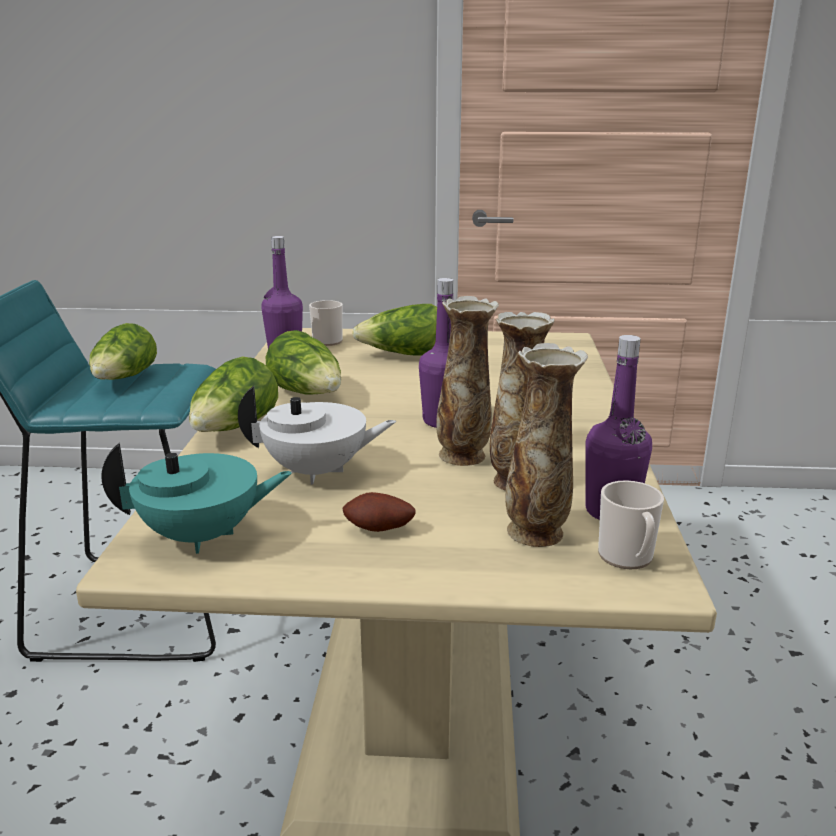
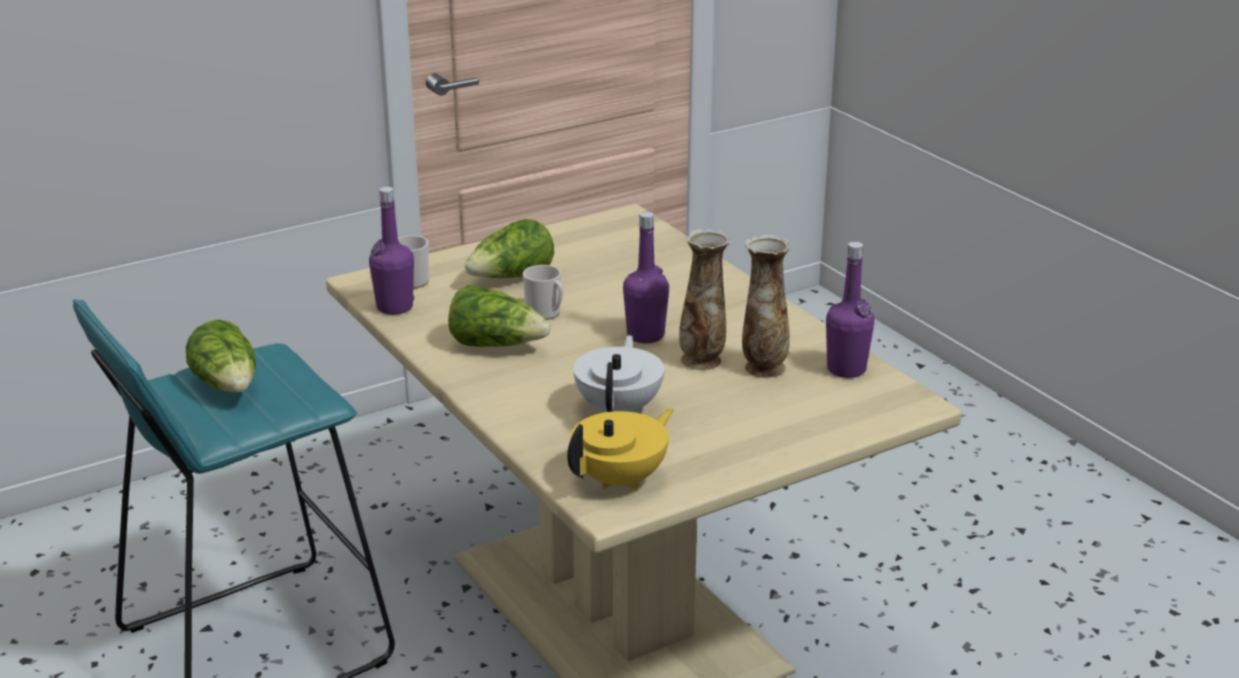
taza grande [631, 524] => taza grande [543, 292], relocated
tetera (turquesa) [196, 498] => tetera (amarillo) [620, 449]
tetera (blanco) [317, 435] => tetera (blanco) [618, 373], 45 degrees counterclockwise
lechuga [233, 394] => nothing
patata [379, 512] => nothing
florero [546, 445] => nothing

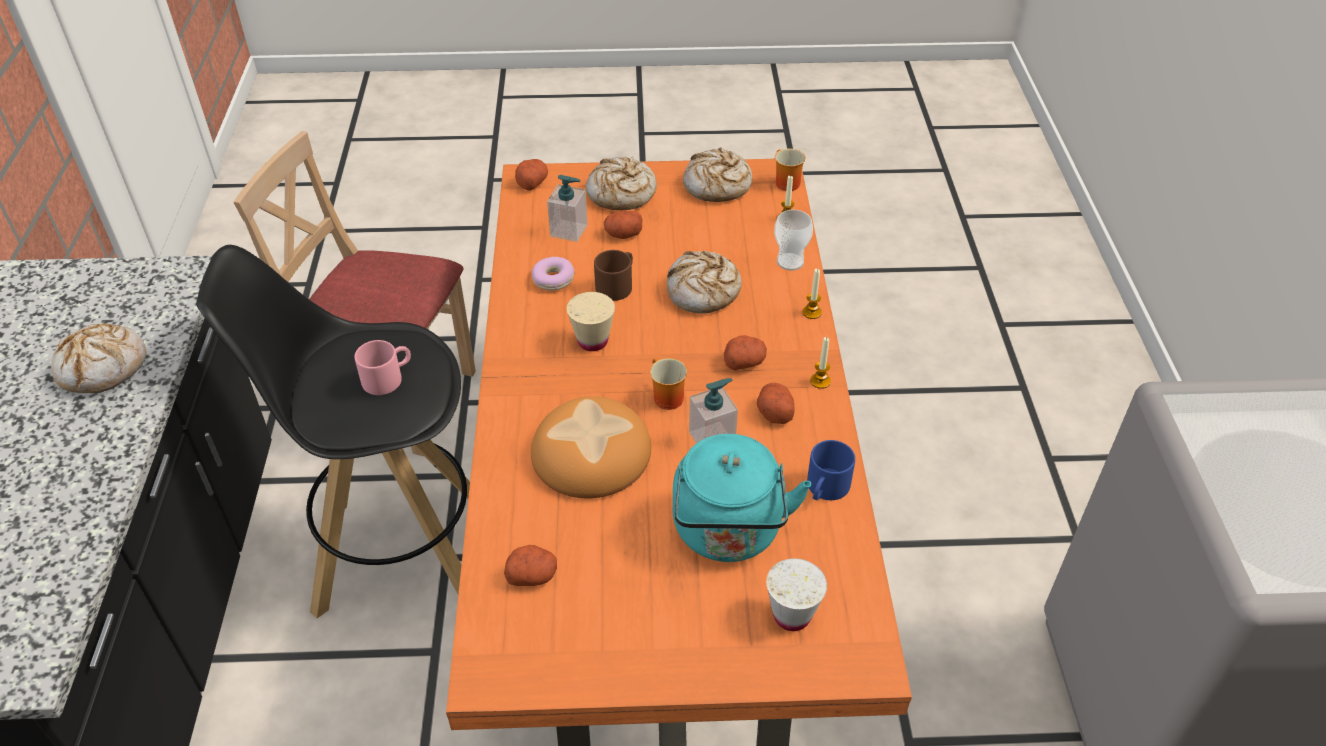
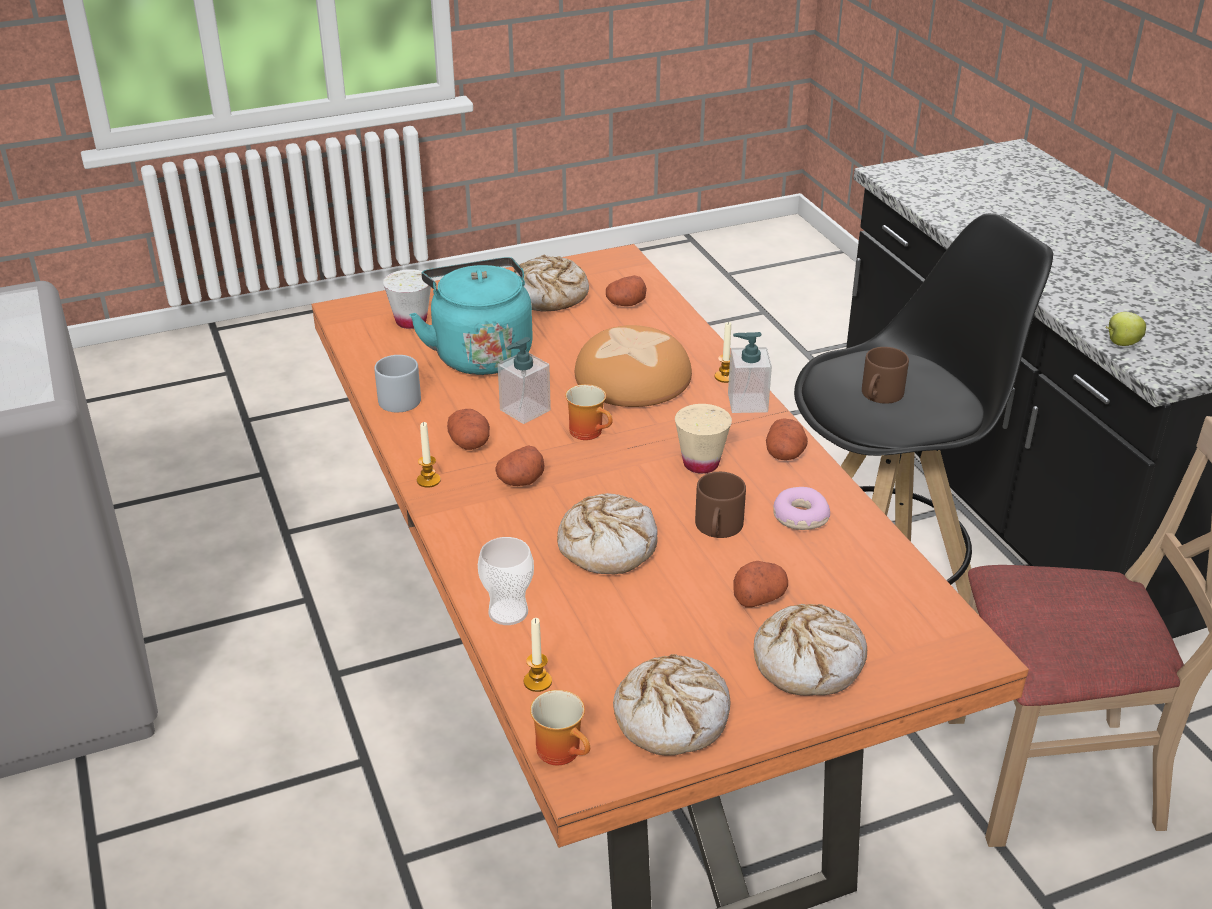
taza grande (azul) [831, 470] => taza grande (gris) [397, 383]
pan [98, 358] => pan [551, 283], relocated
vela [812, 293] => vela [723, 352], relocated
dispensador de jabón [567, 208] => dispensador de jabón [750, 372], relocated
patata [531, 175] => patata [787, 439], relocated
taza grande (rosa) [383, 367] => taza grande (marrón) [885, 375]
nothing => manzana [1125, 329]

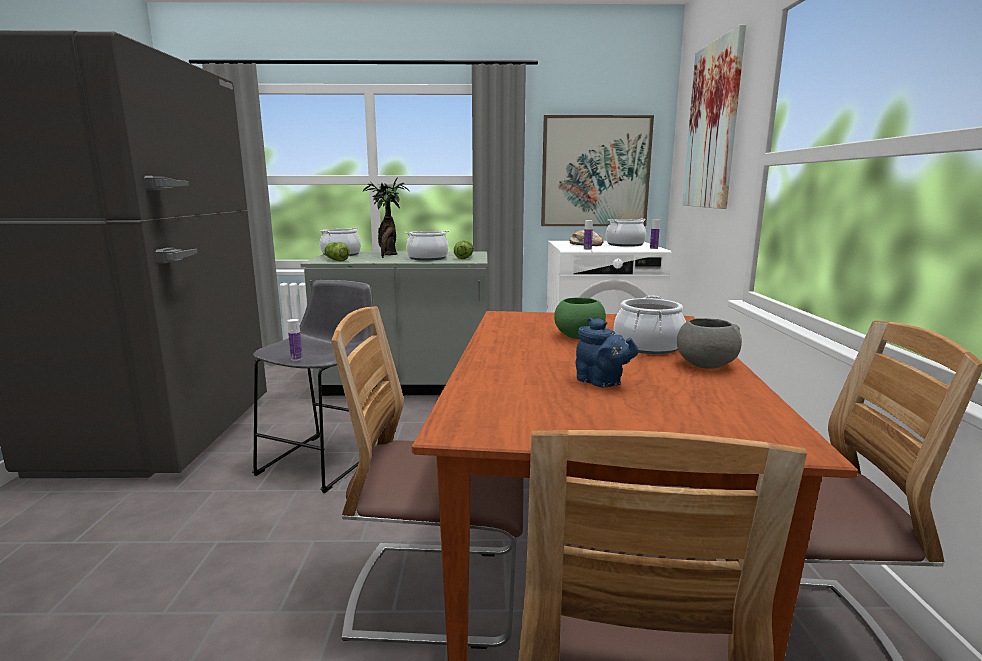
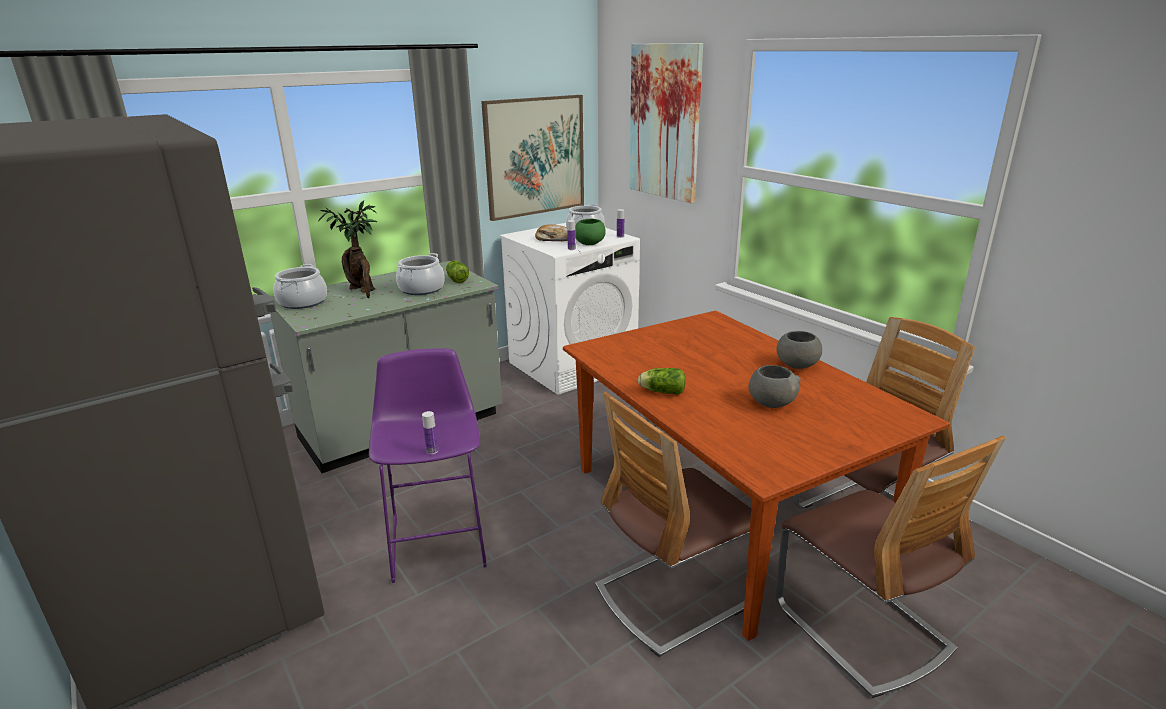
taburete (gris) [315, 386] => taburete (morado) [428, 465]
cuenco (verde) [580, 318] => cuenco (verde) [590, 232], relocated
lechuga [337, 251] => lechuga [662, 381], relocated
tetera (azul) [607, 352] => cuenco (gris) [774, 386]
olla [650, 324] => nothing

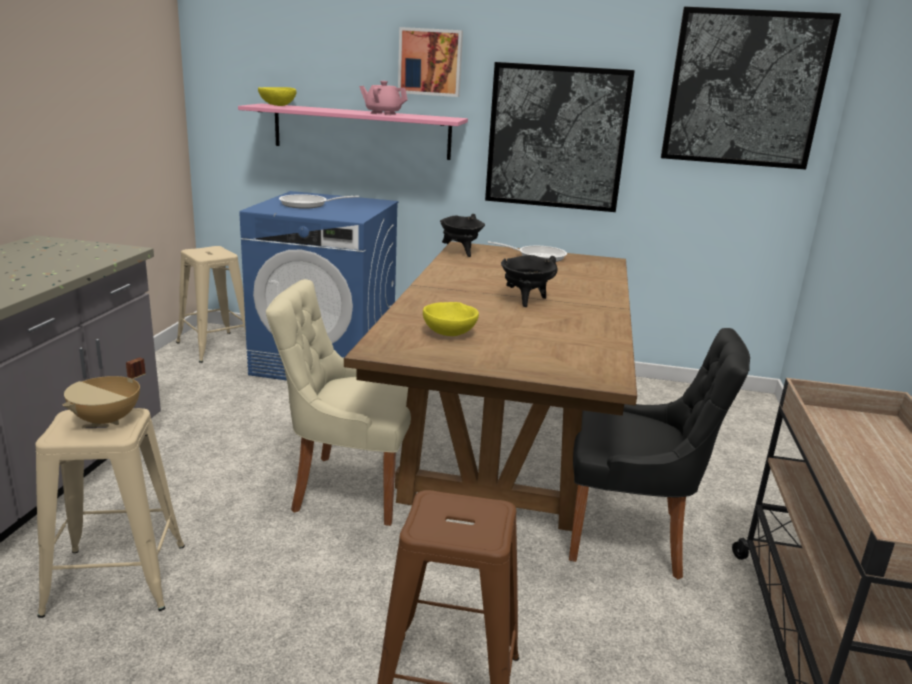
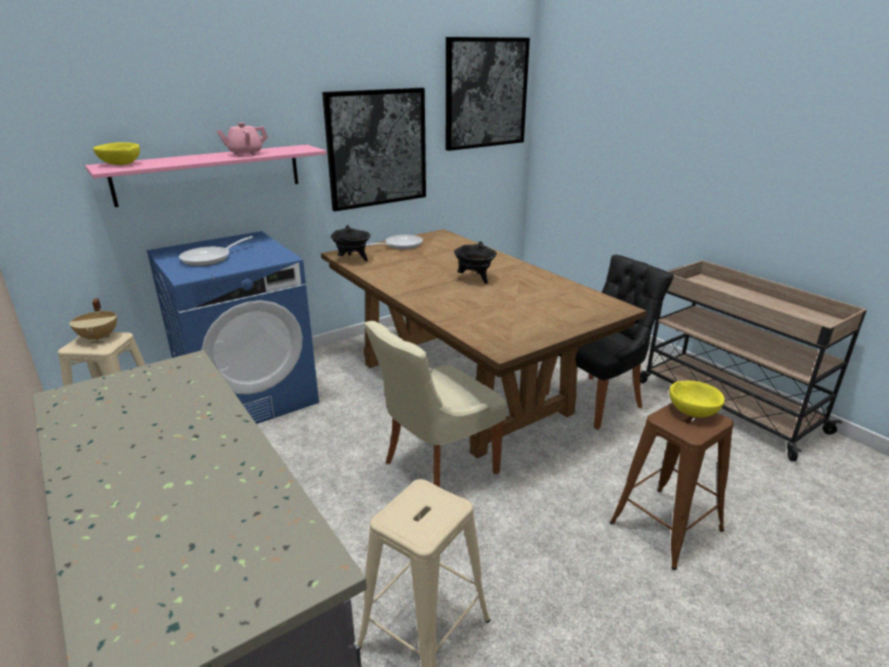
olla (beis) [104, 392] => olla (beis) [93, 320], relocated
cuenco (amarillo) [451, 319] => cuenco (amarillo) [697, 399], relocated
cuadro [430, 62] => nothing

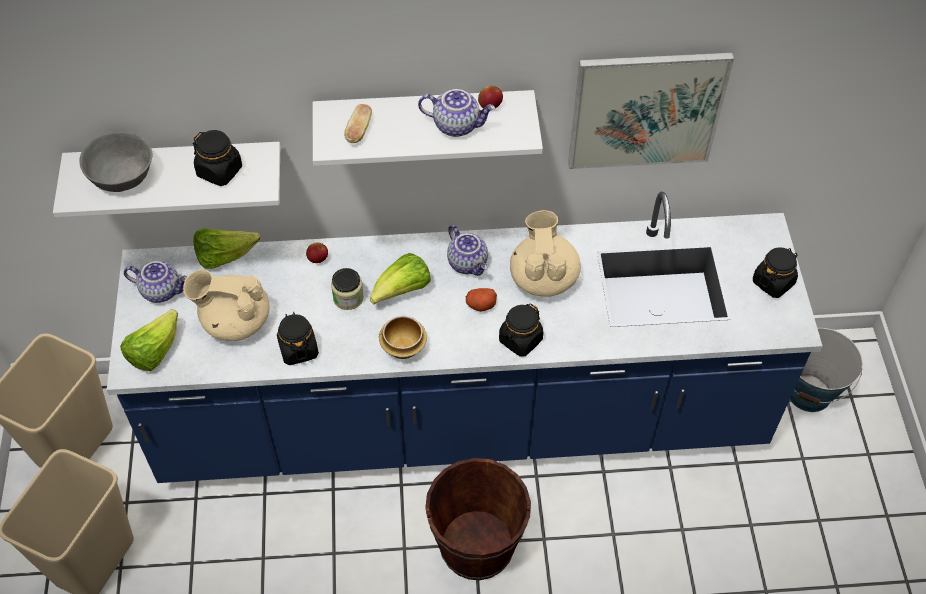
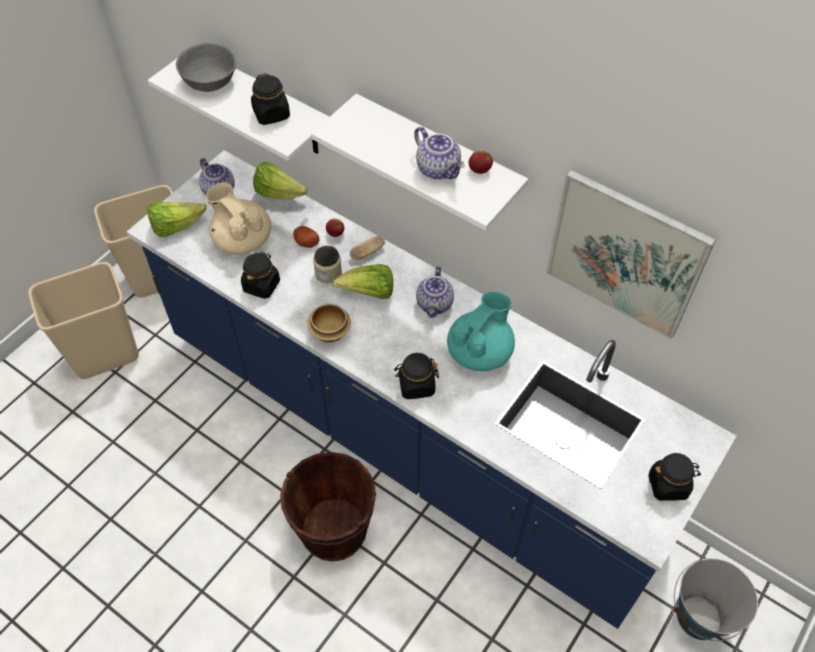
patata [481, 300] => patata [306, 237], relocated
pan [358, 123] => pan [367, 248], relocated
tetera (beis) [545, 253] => tetera (turquesa) [481, 331]

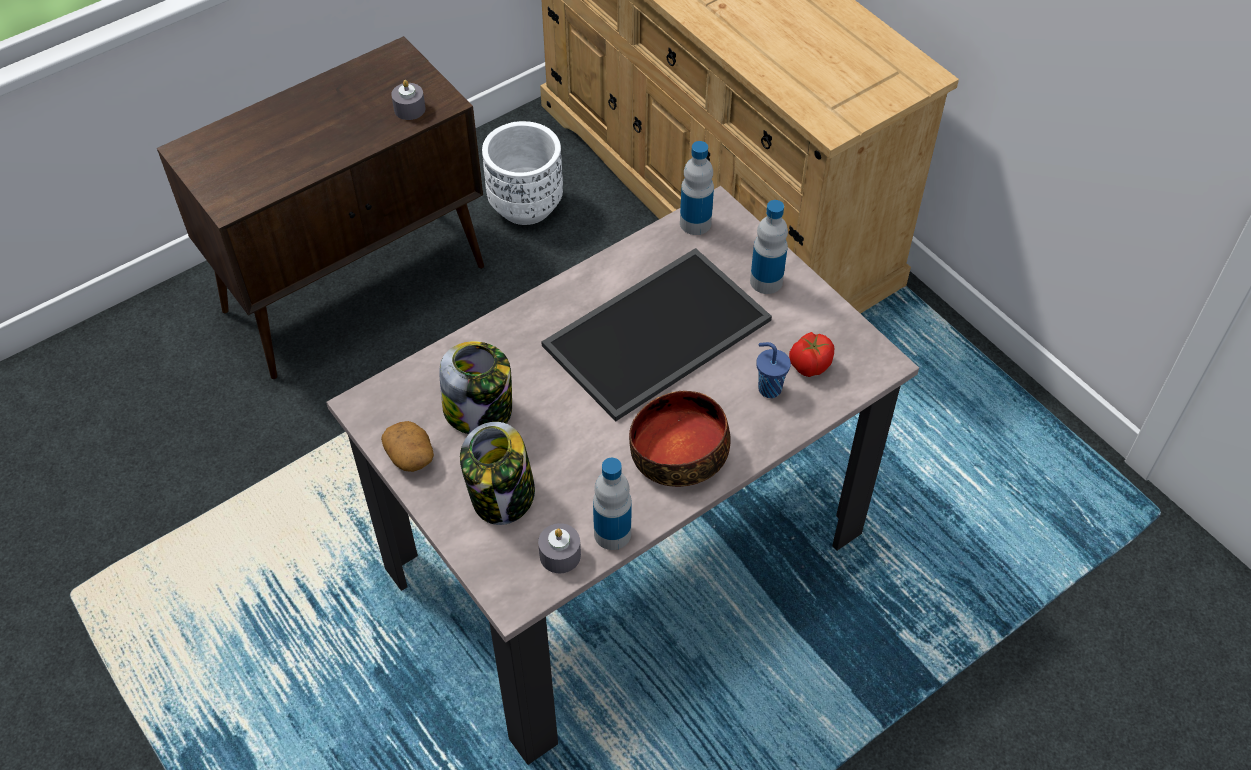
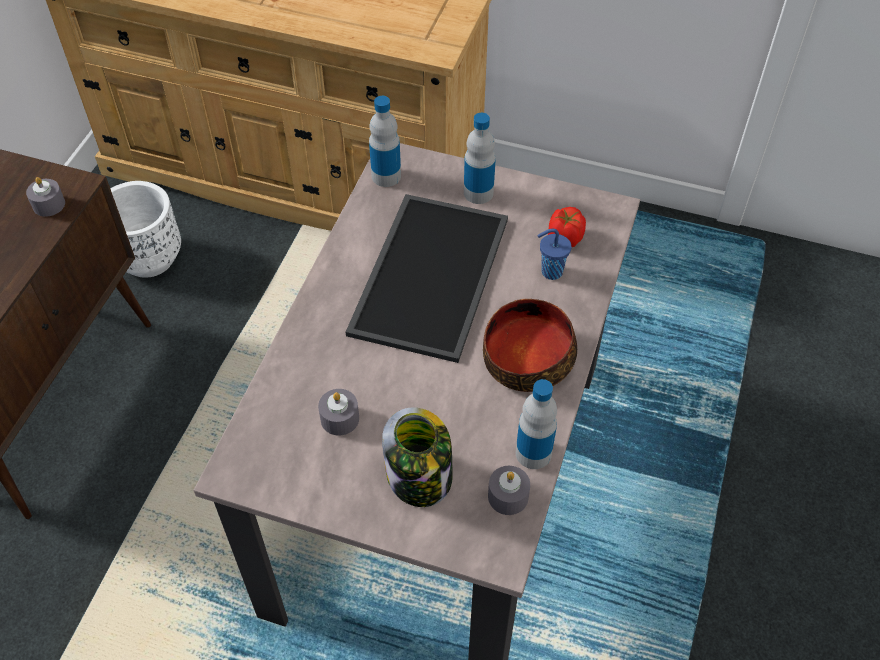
tarro [475, 387] => vela (gris) [338, 412]
patata [407, 446] => nothing

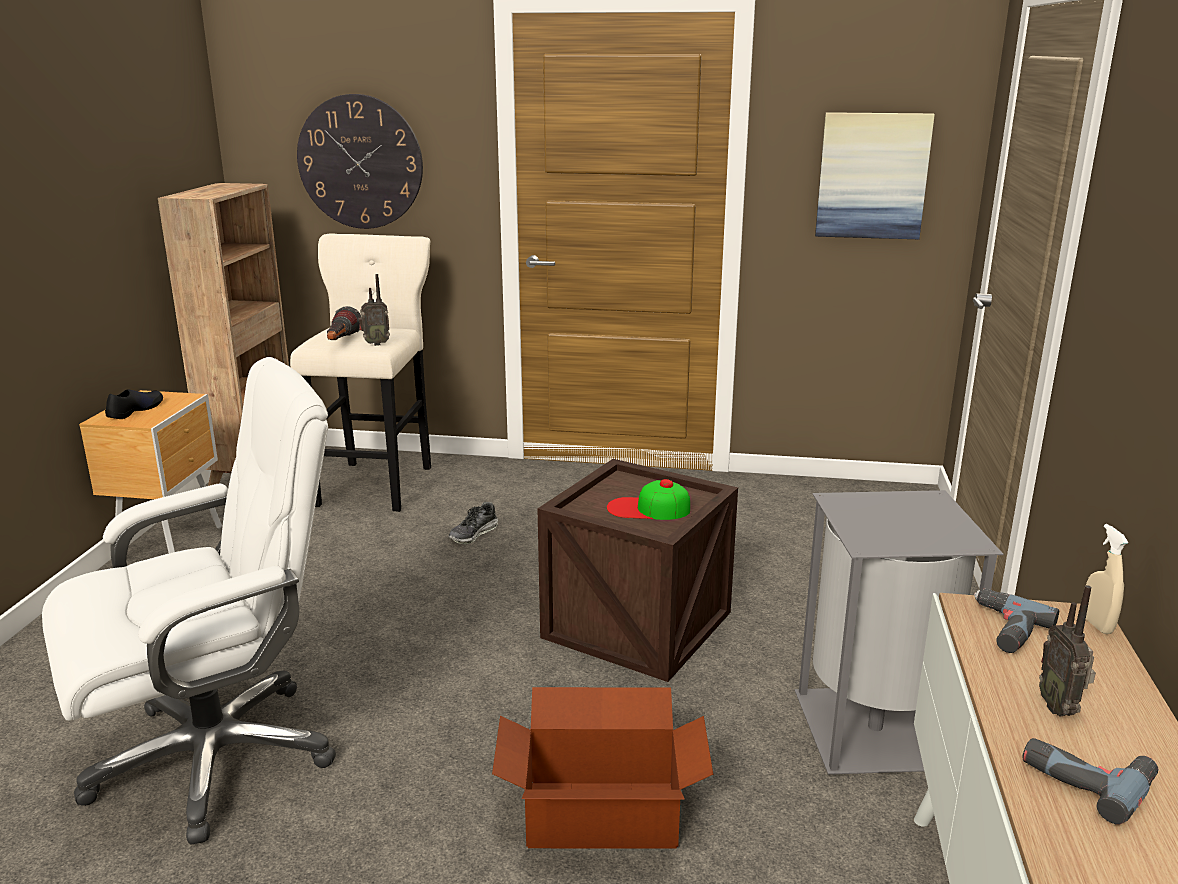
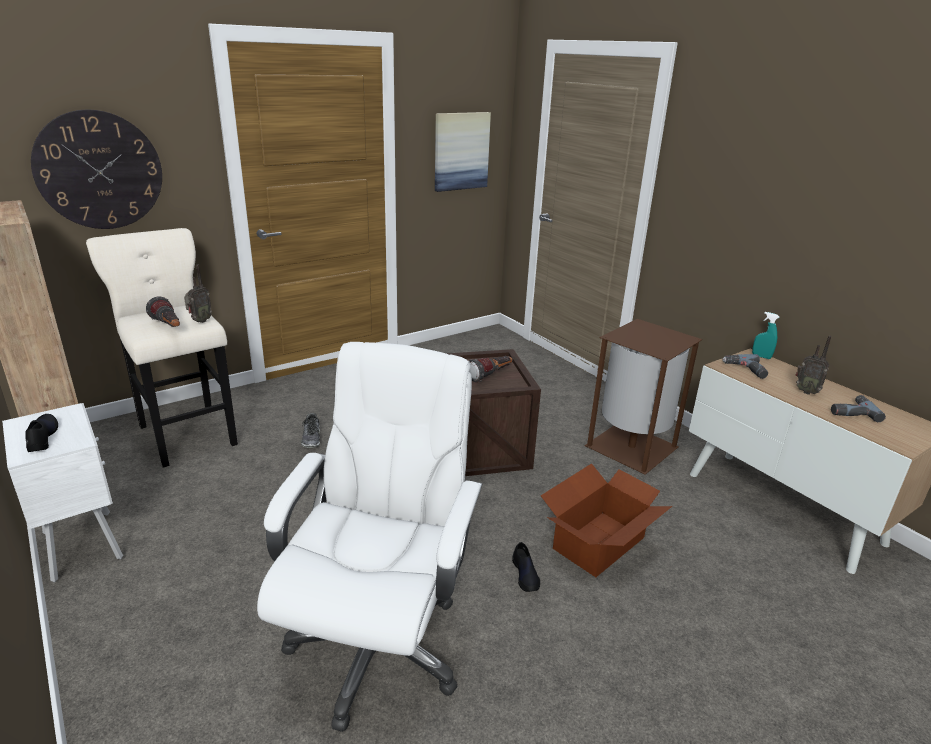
mesita de noche (marrón) [150, 471] => mesita de noche (blanco) [62, 492]
gorra [648, 499] => linterna [491, 369]
nothing => zapato (negro) [526, 567]
papelera (gris) [899, 632] => papelera (marrón) [643, 397]
pulverizador (beis) [1107, 579] => pulverizador (turquesa) [765, 335]

